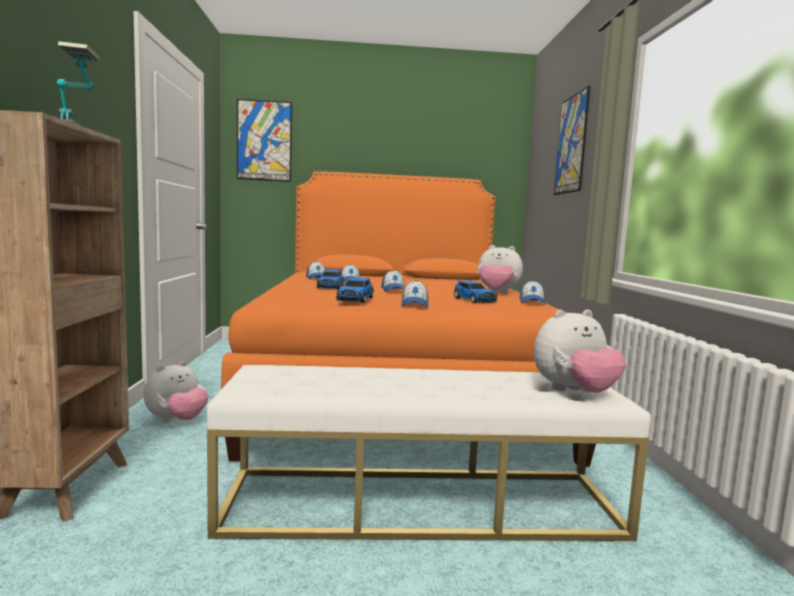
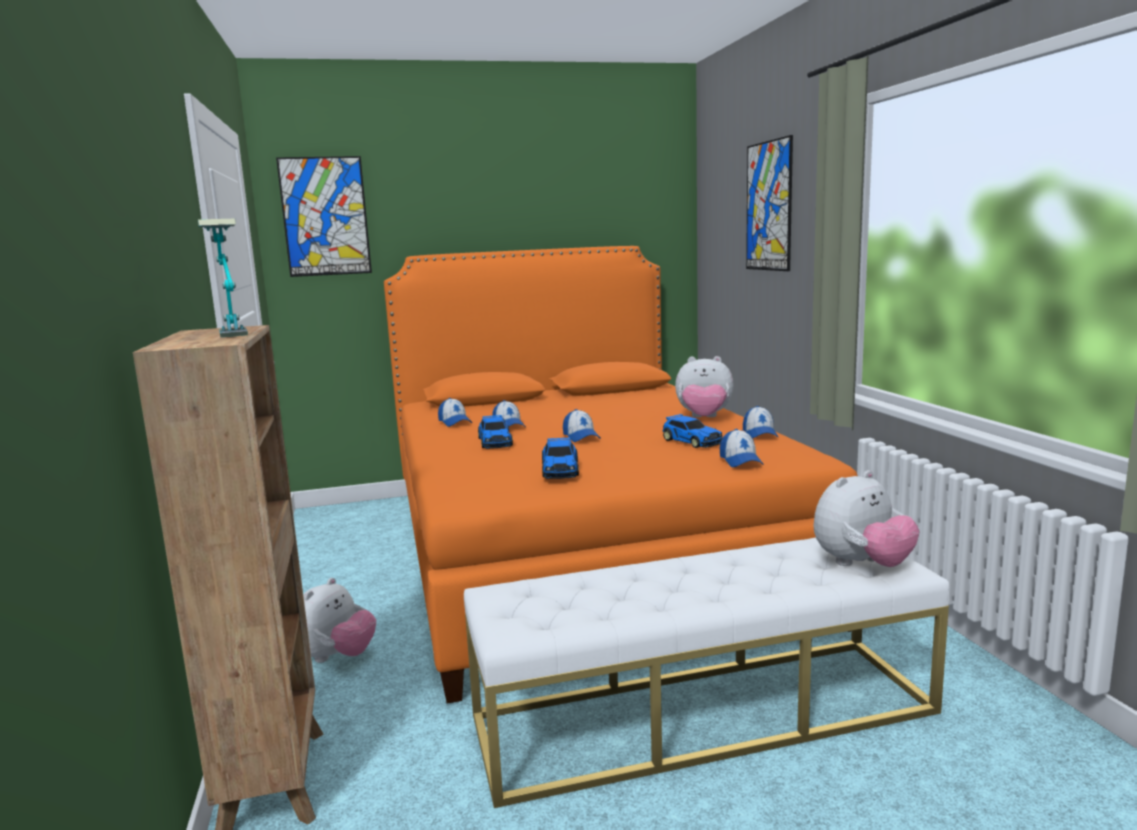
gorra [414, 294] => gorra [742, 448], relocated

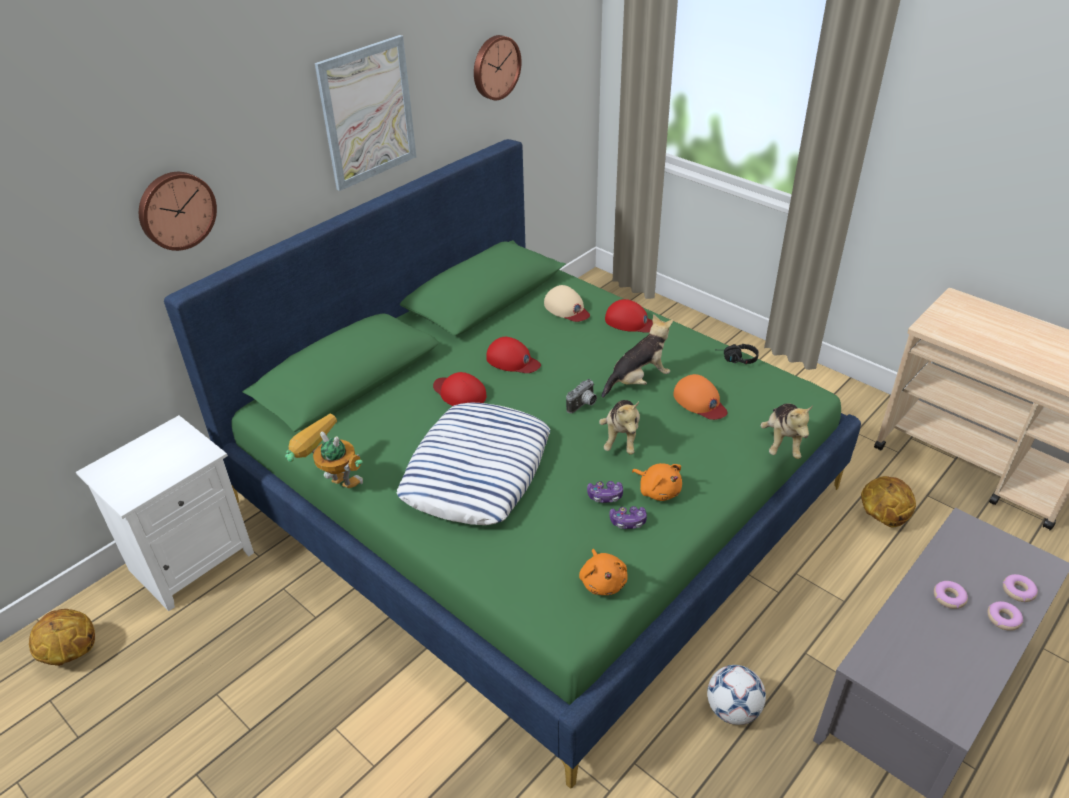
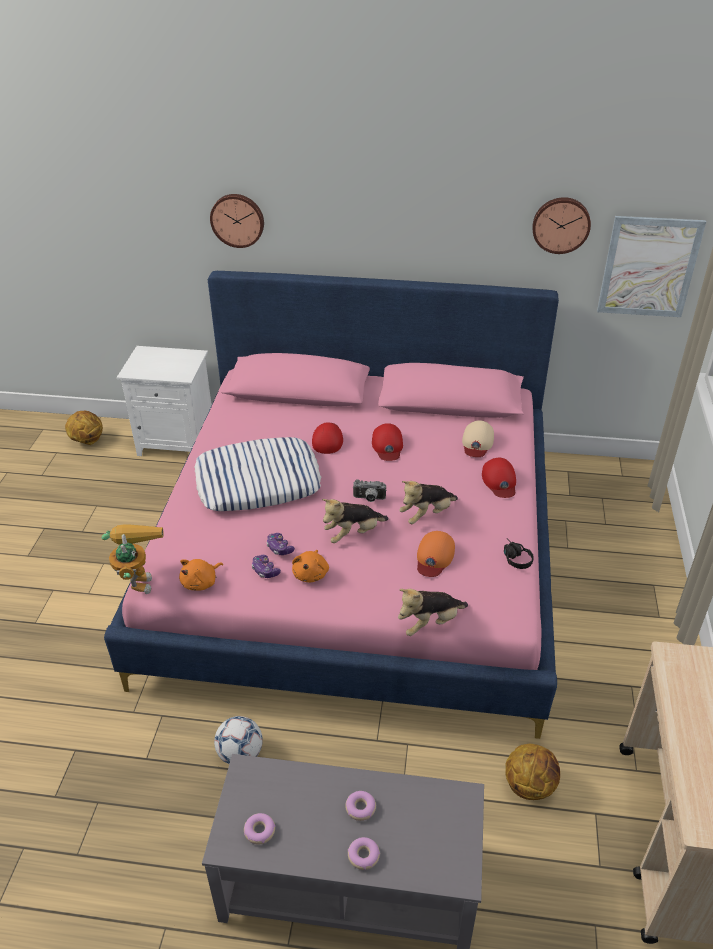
robot de juguete [324, 451] => robot de juguete [133, 559], relocated
cama (verde) [512, 464] => cama (rosa) [331, 505]
rosquilla [1020, 588] => rosquilla [260, 829], relocated
peluche [637, 356] => peluche [428, 502], 120 degrees clockwise
cuadro [365, 113] => cuadro [651, 266], relocated

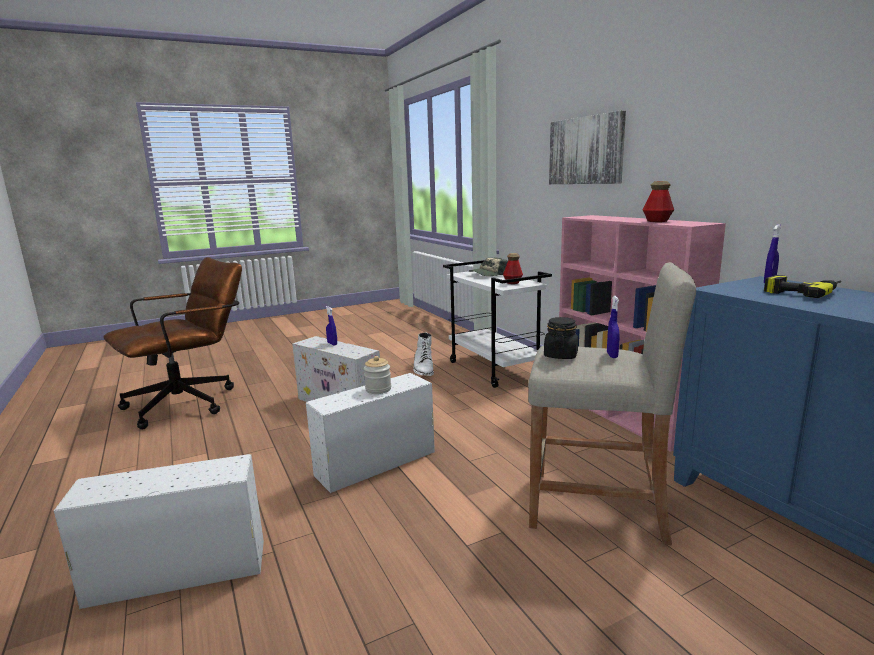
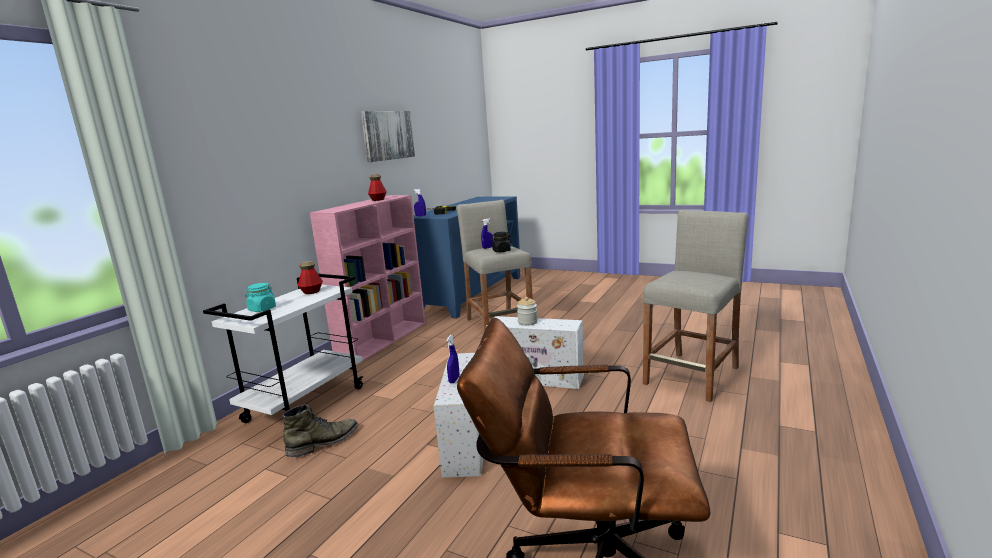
gorra [488, 267] => tarro (turquesa) [260, 297]
bota (blanco) [423, 354] => bota (verde) [320, 430]
cuadro [587, 147] => cuadro [388, 136], relocated
caja de almacenaje (blanco) [159, 531] => taburete (beis) [696, 306]

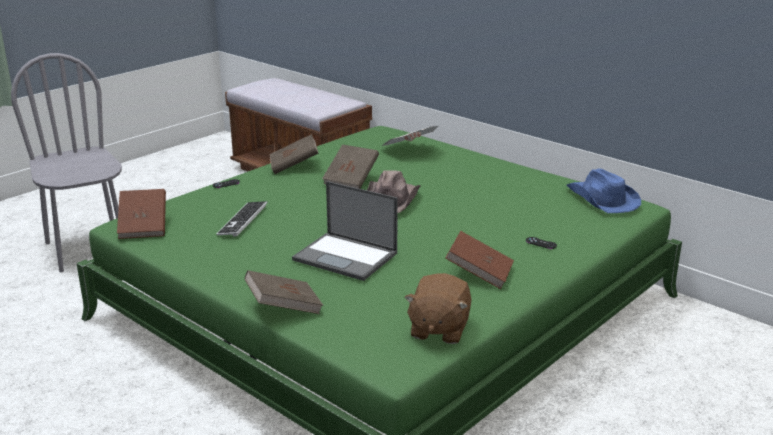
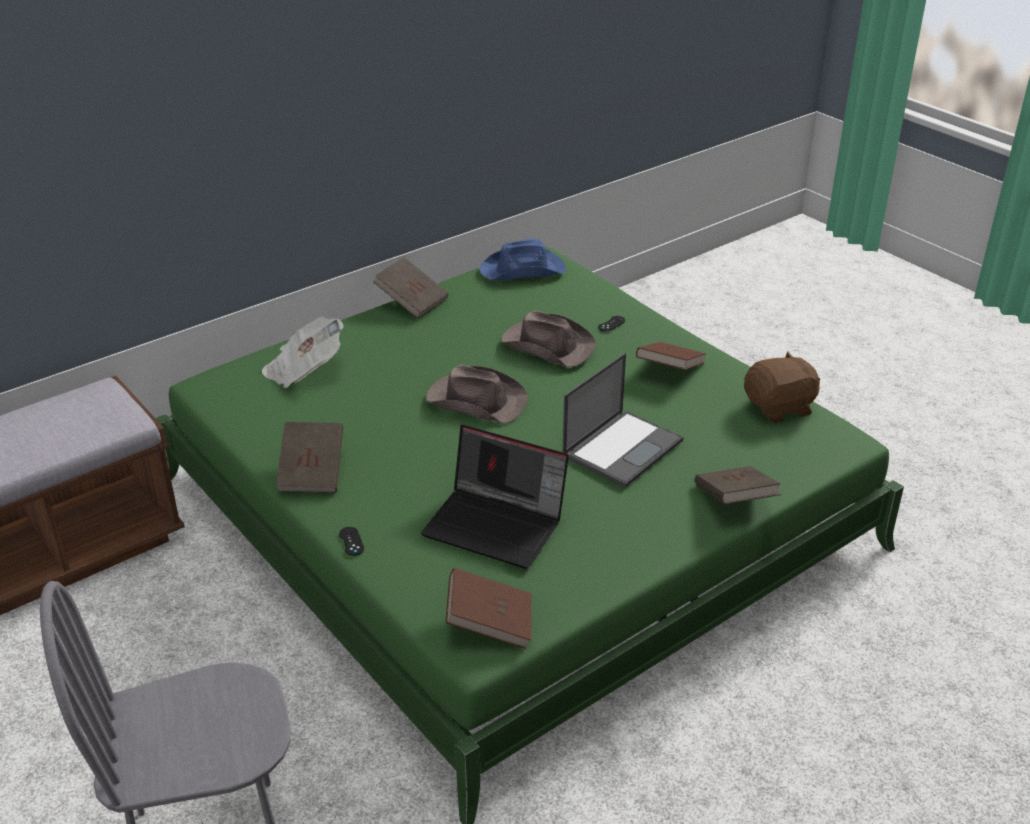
libro (marrón) [350, 166] => libro (marrón) [411, 288], relocated
teclado [242, 218] => portátil [495, 497]
nothing => sombrero (marrón) [548, 338]
peluche (marrón) [437, 308] => peluche (marrón) [782, 387], 45 degrees counterclockwise

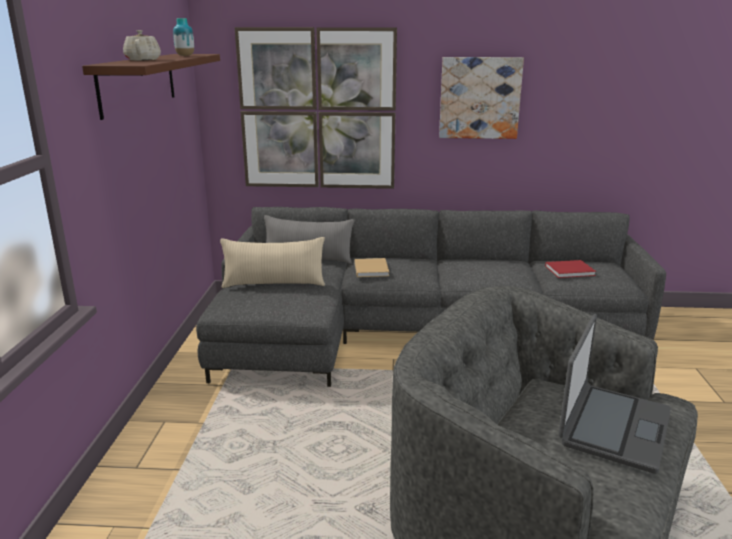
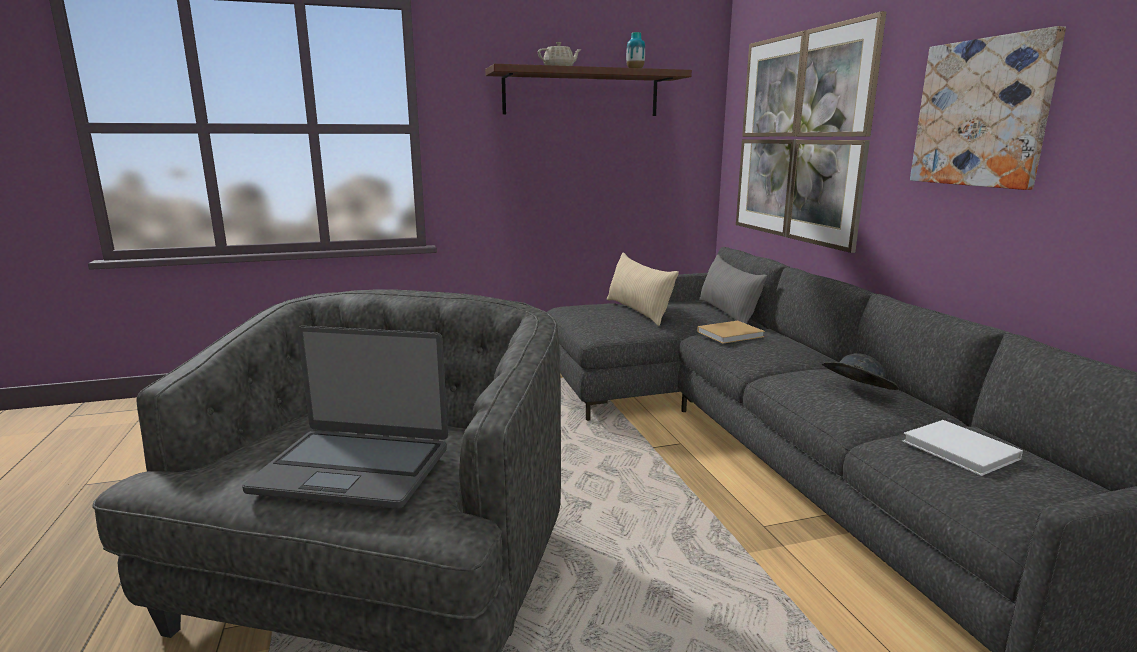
nothing => sombrero (gris) [860, 371]
libro (rojo) [570, 269] => libro (blanco) [963, 448]

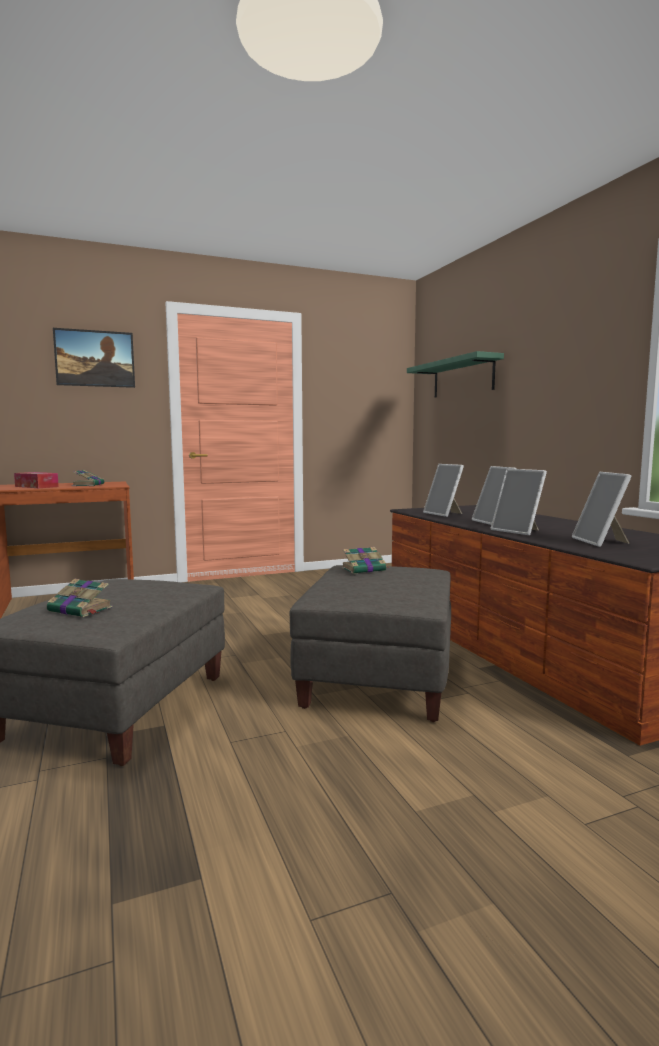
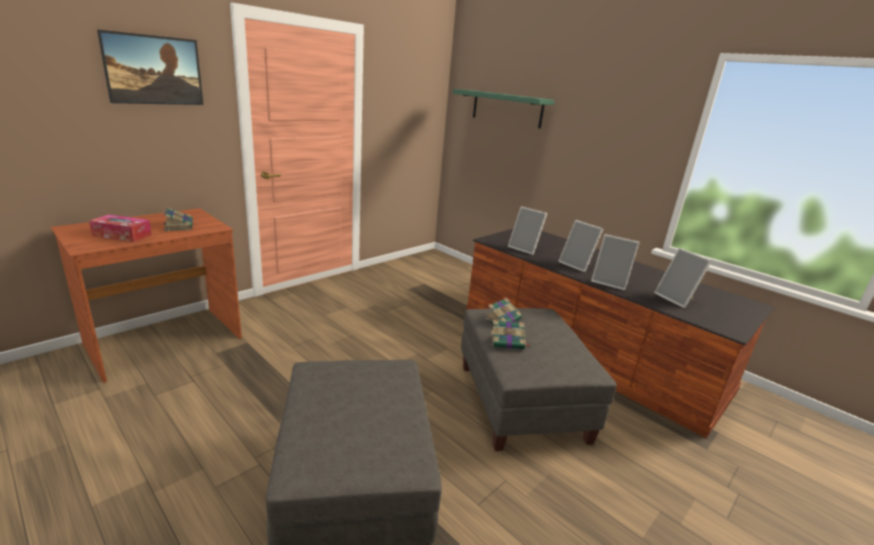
libro [79, 597] => libro [511, 334], relocated

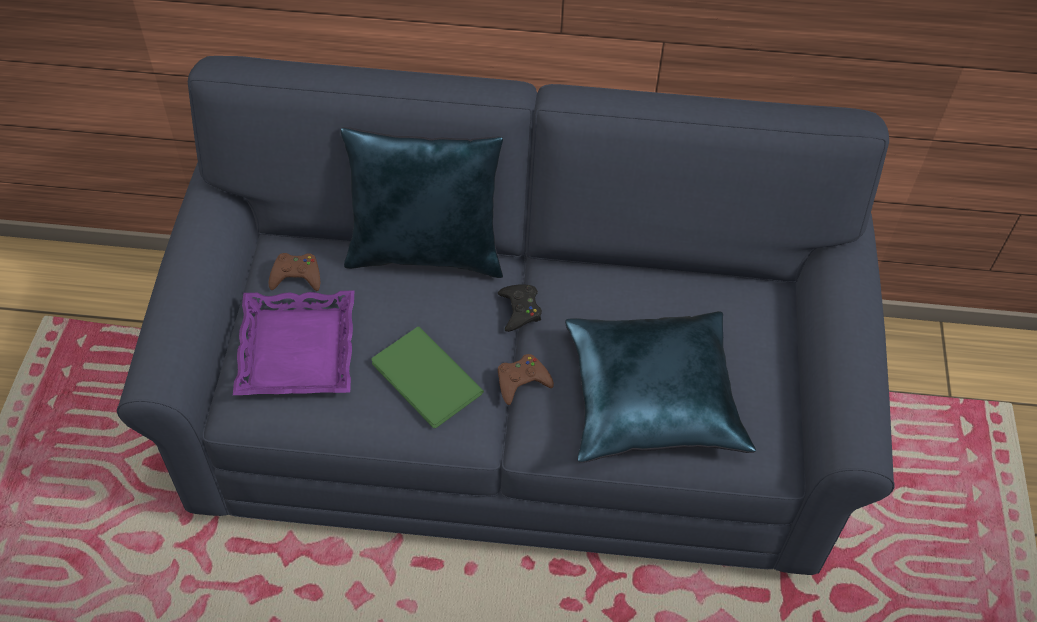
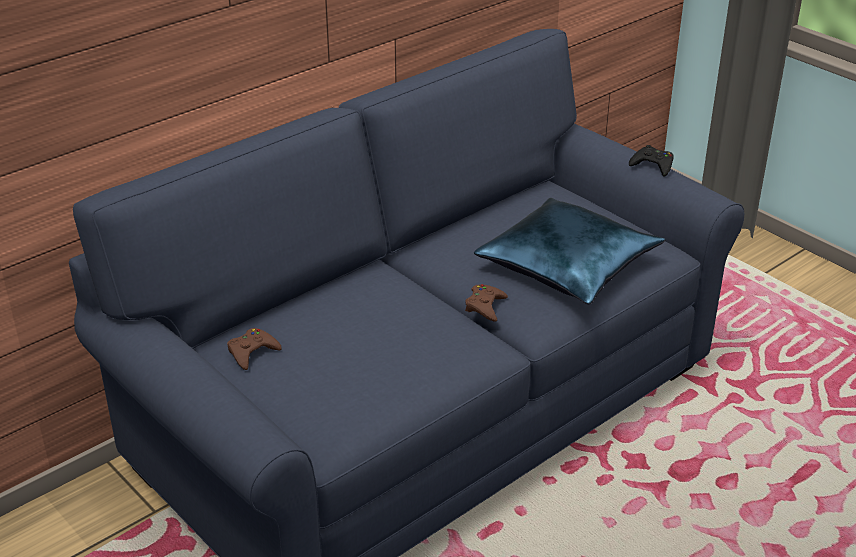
mando de consola (negro) [520, 308] => mando de consola (negro) [651, 161], relocated
bandeja (morado) [294, 342] => nothing
cojín (azul) [422, 202] => nothing
libro (verde) [427, 377] => nothing

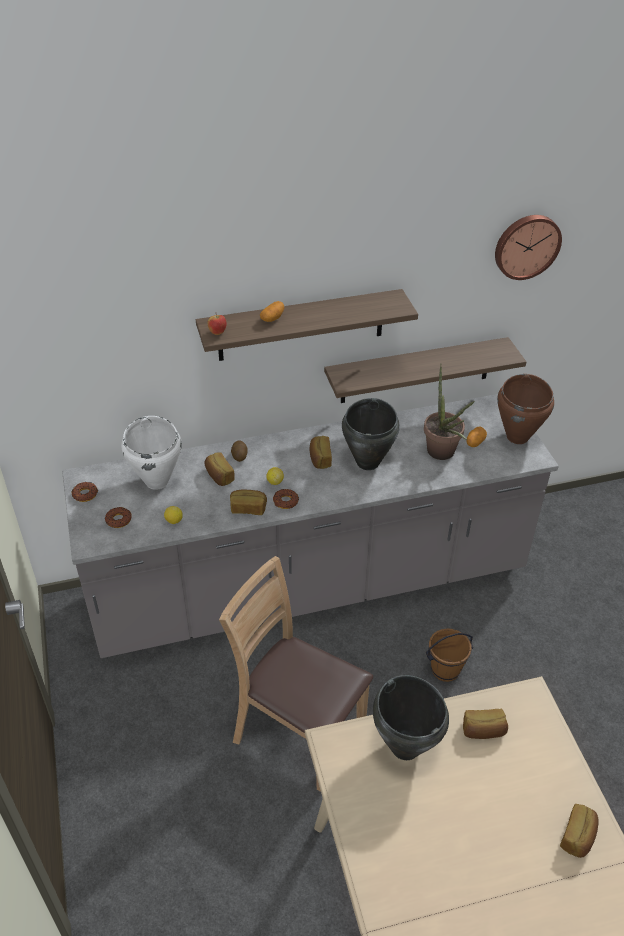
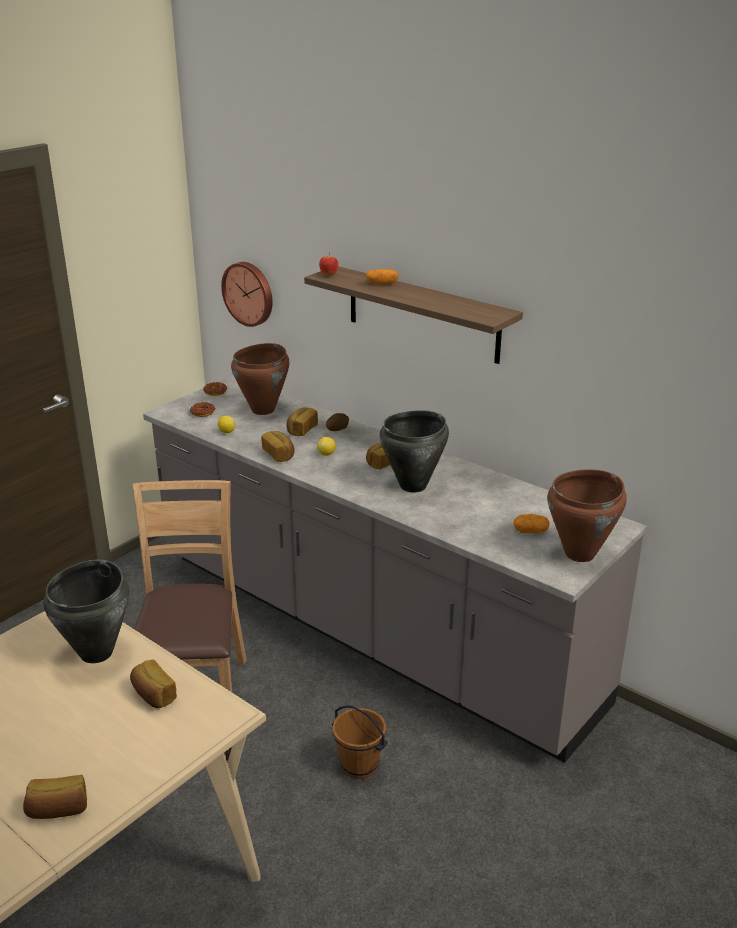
reloj de pared [528, 247] => reloj de pared [247, 294], relocated
olla (blanco) [151, 453] => olla (marrón) [260, 379]
rosquilla [286, 499] => nothing
estante [425, 370] => nothing
planta en maceta [449, 412] => nothing

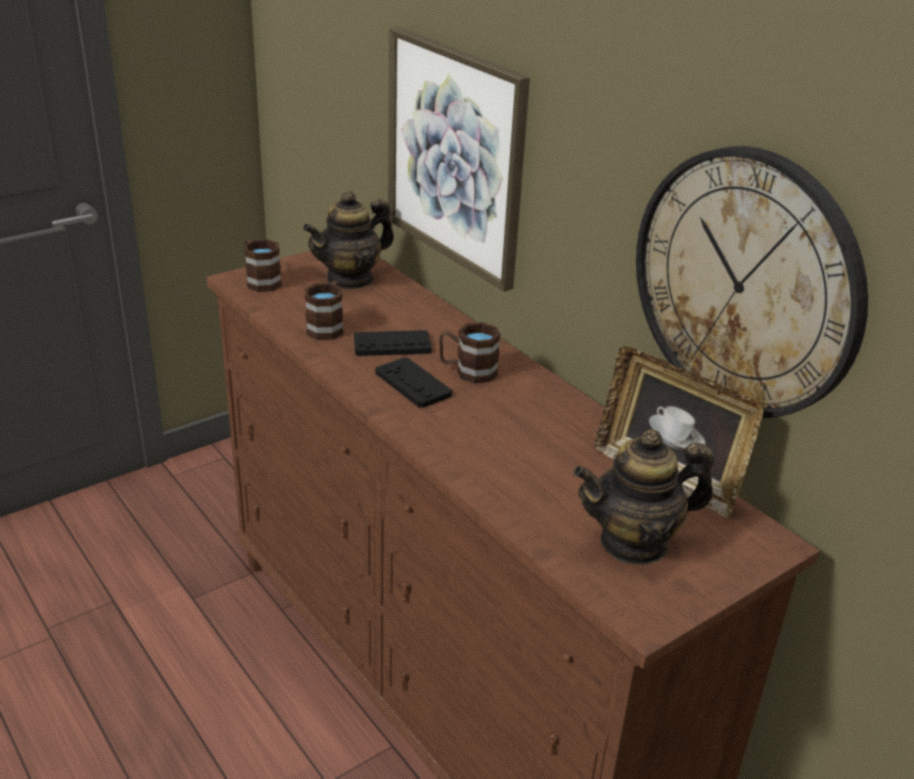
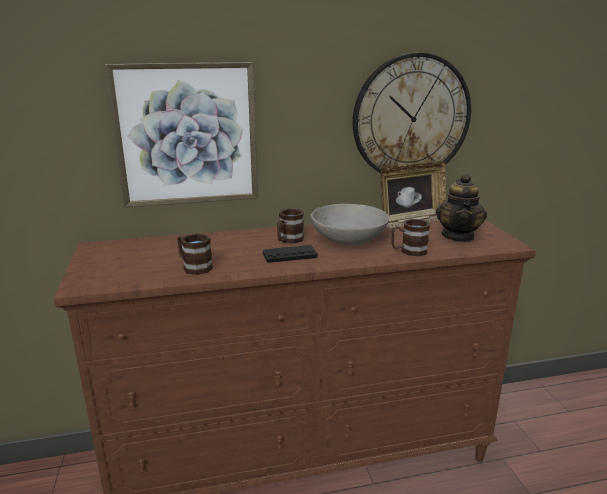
nothing => cuenco (gris) [349, 224]
taza grande (marrón) [263, 265] => taza grande (marrón) [410, 237], relocated
tetera [348, 240] => nothing
mando de consola (negro) [393, 343] => nothing

